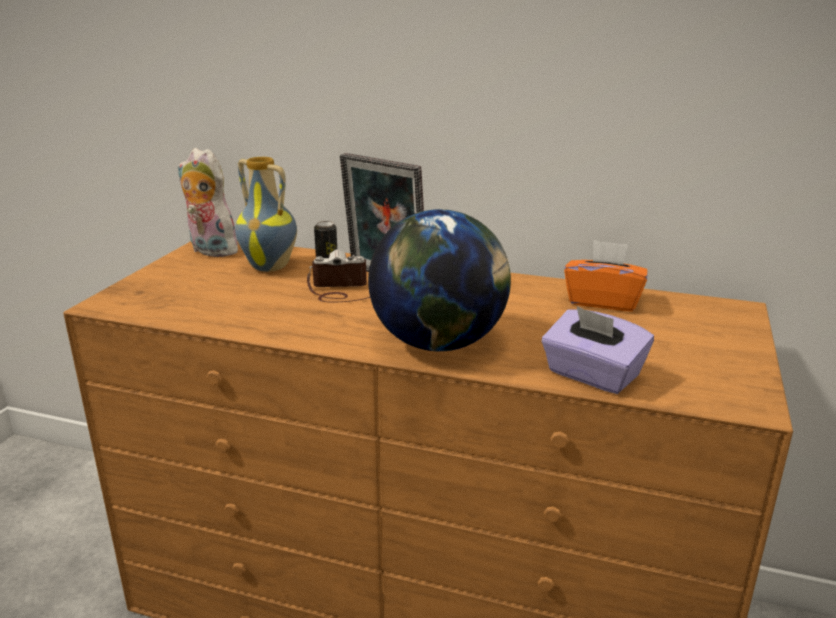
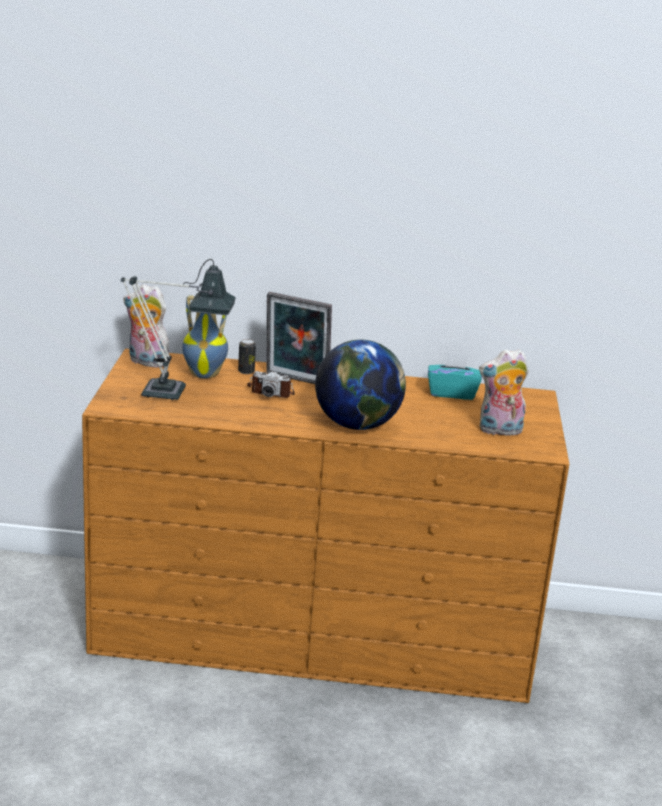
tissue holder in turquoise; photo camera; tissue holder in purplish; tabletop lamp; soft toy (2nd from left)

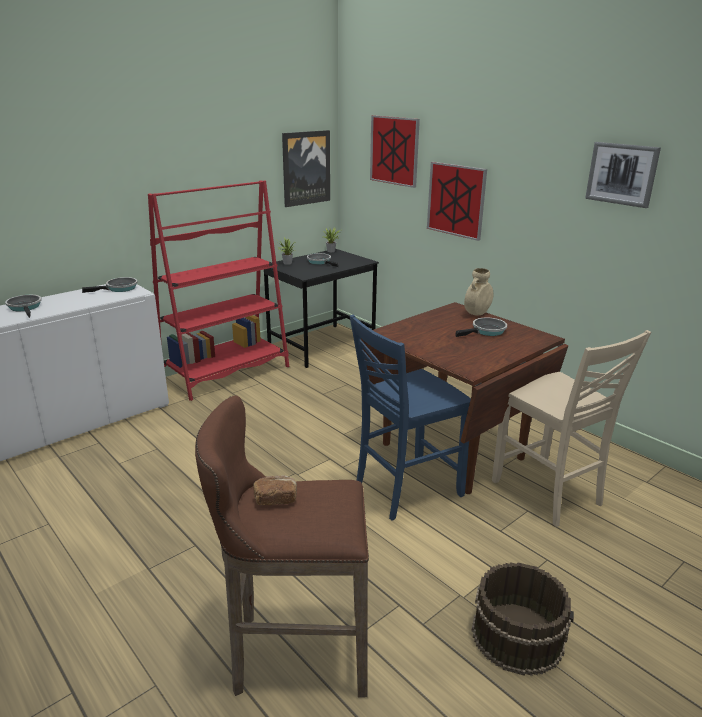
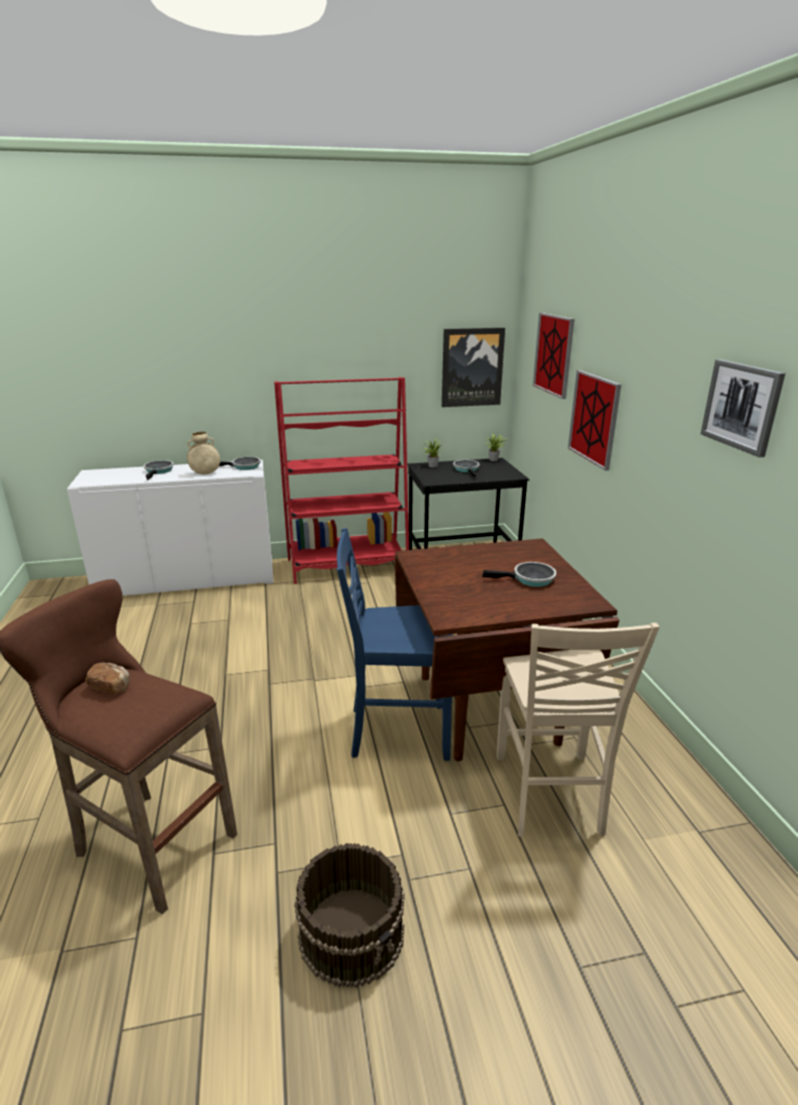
flower vase in beige

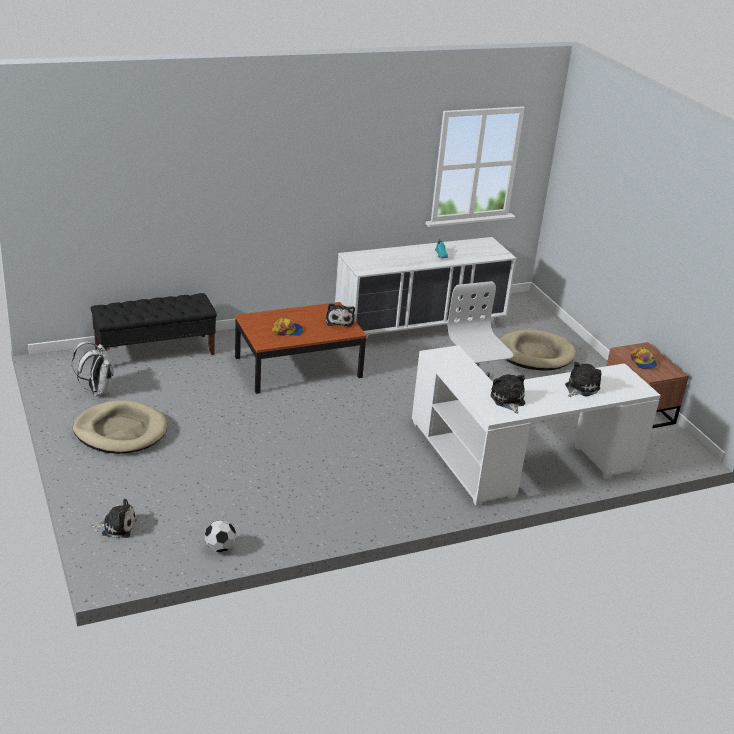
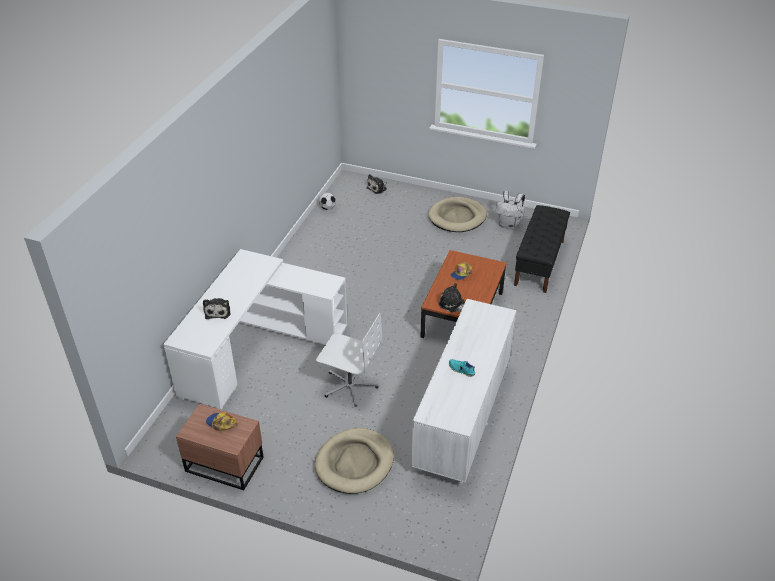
soft toy (3rd from left in the first image)

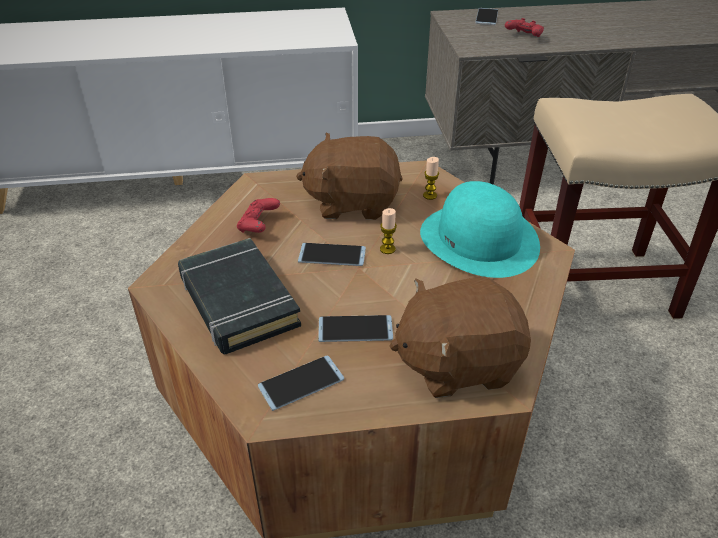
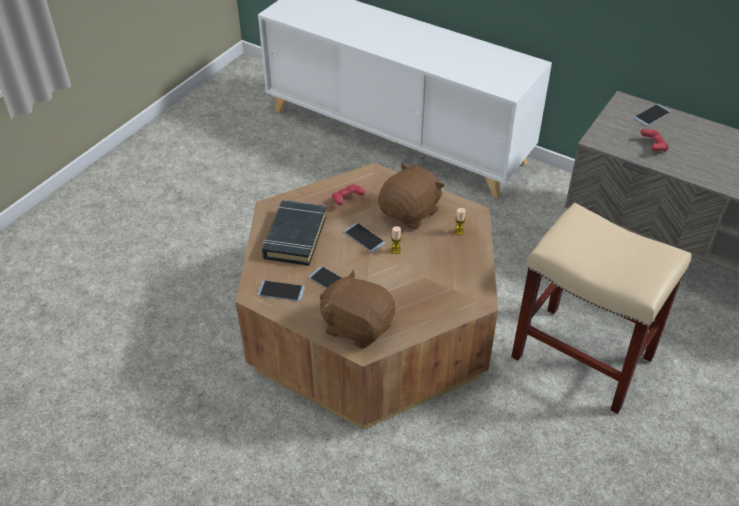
soft toy in brown (2nd from left); wearable hat in turquoise

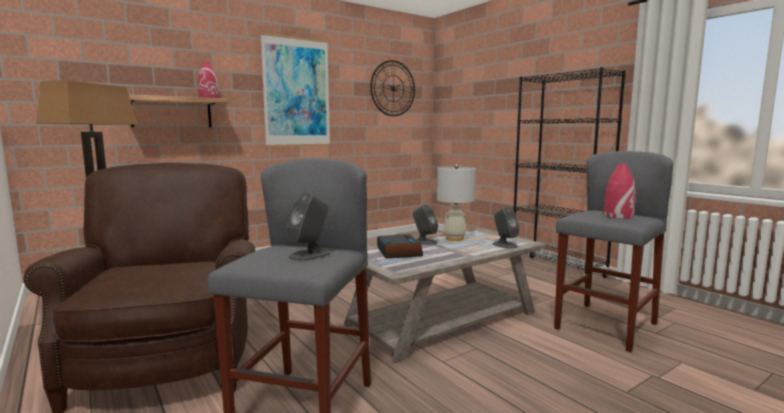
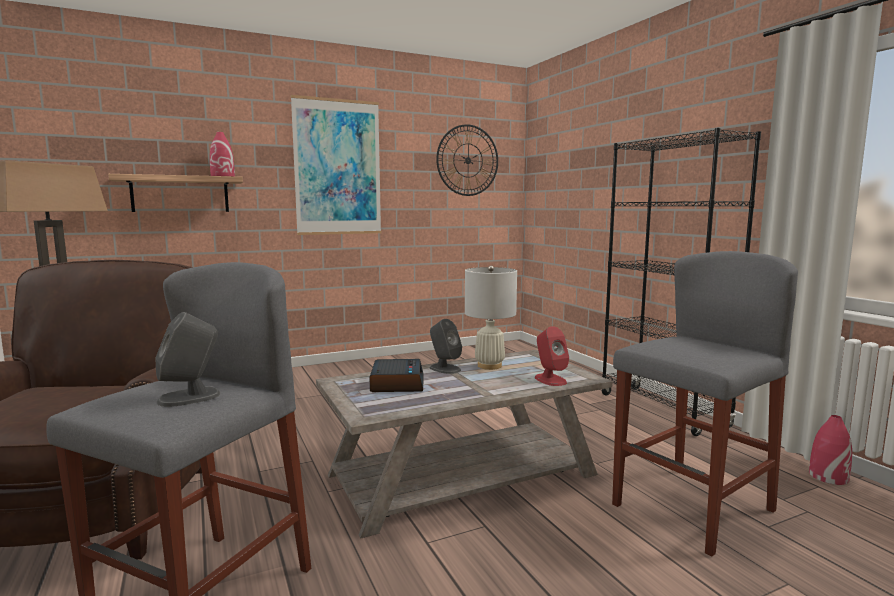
flower vase in red (2nd from left); loudspeaker in red

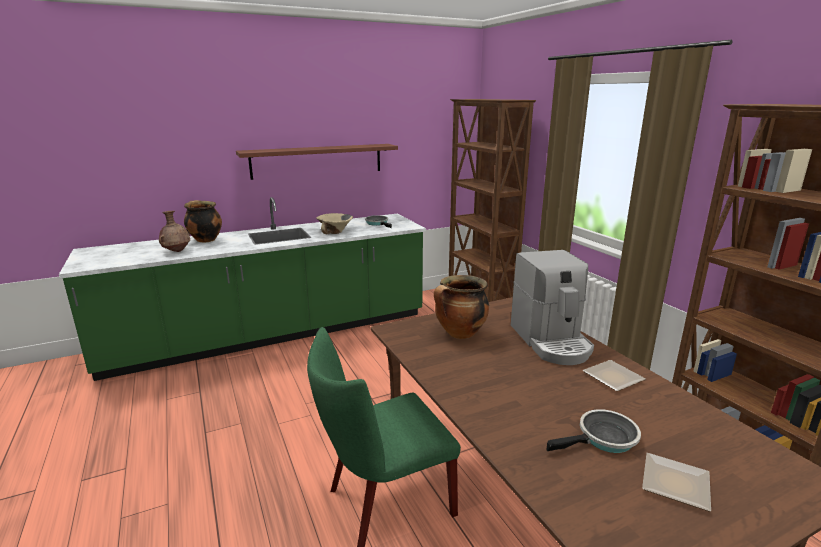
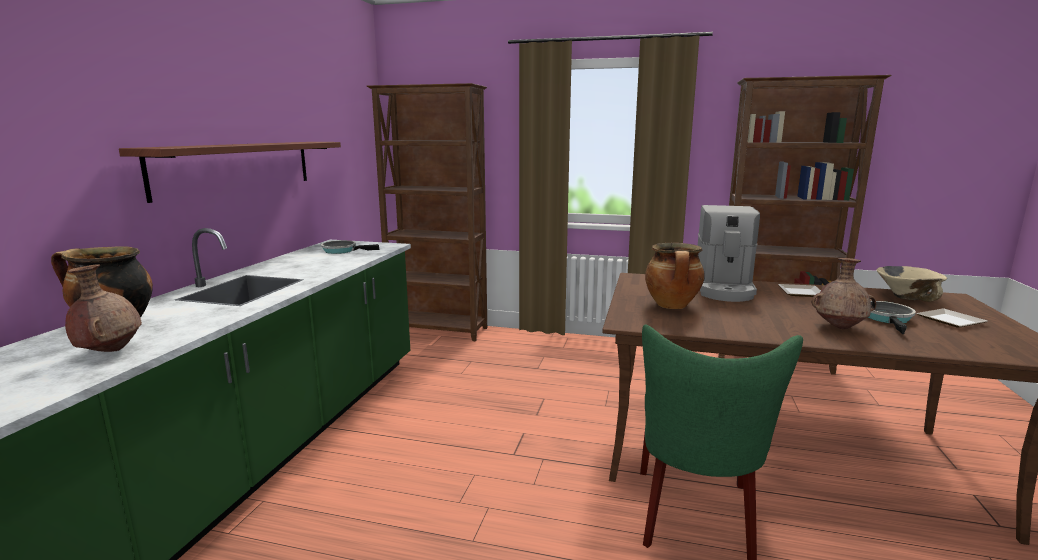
bowl in beige; coffee brewer; flower vase in brown (2nd from left)

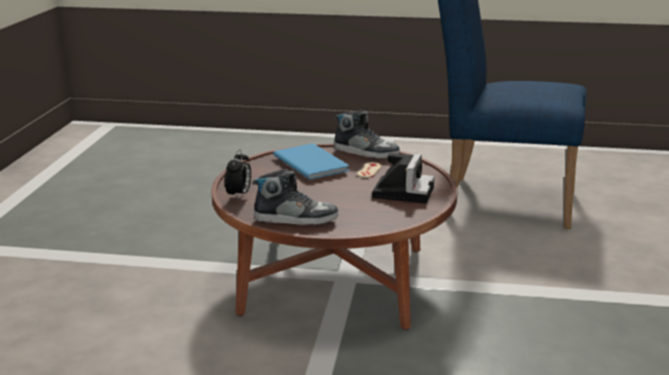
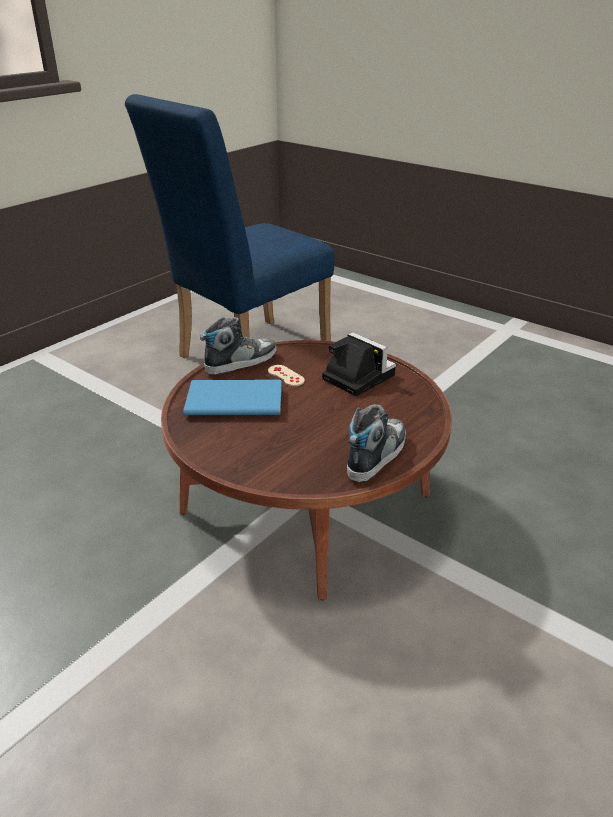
alarm clock

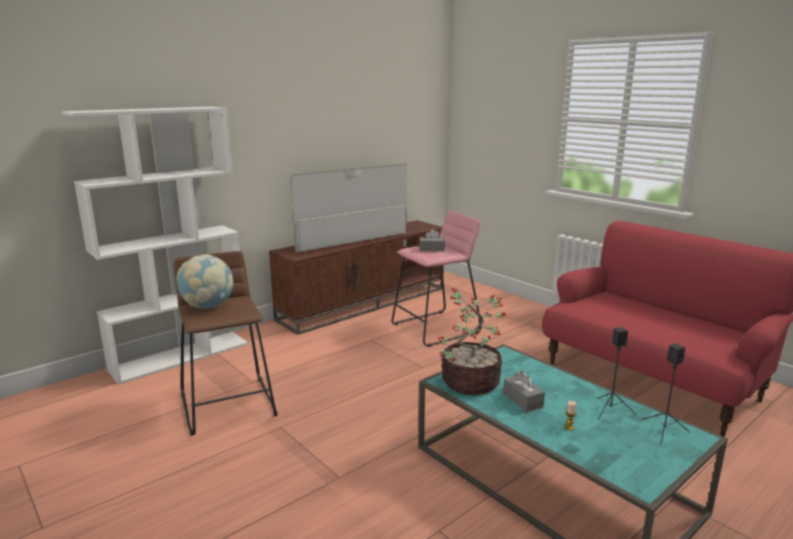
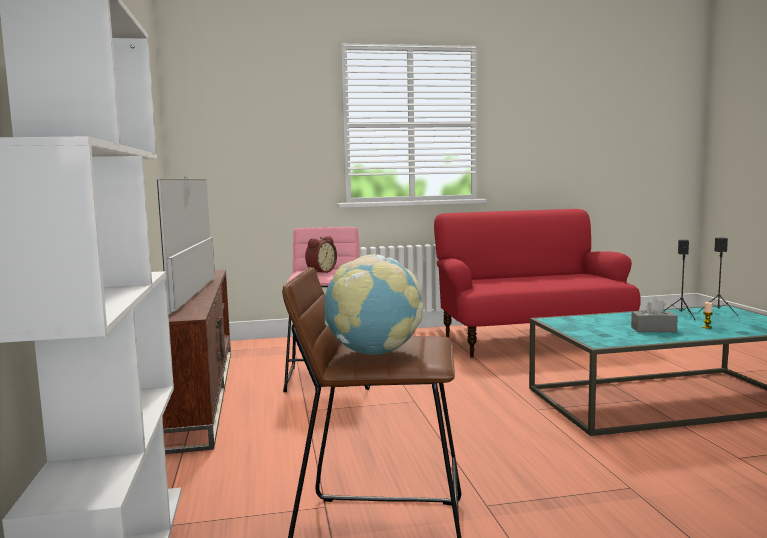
alarm clock; houseplant

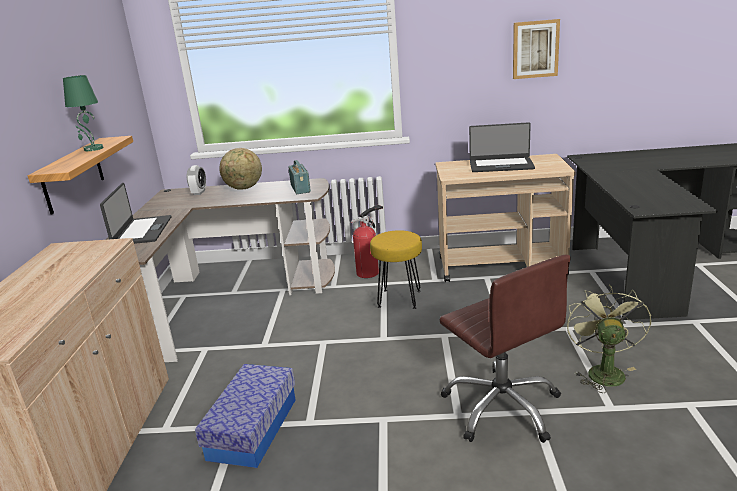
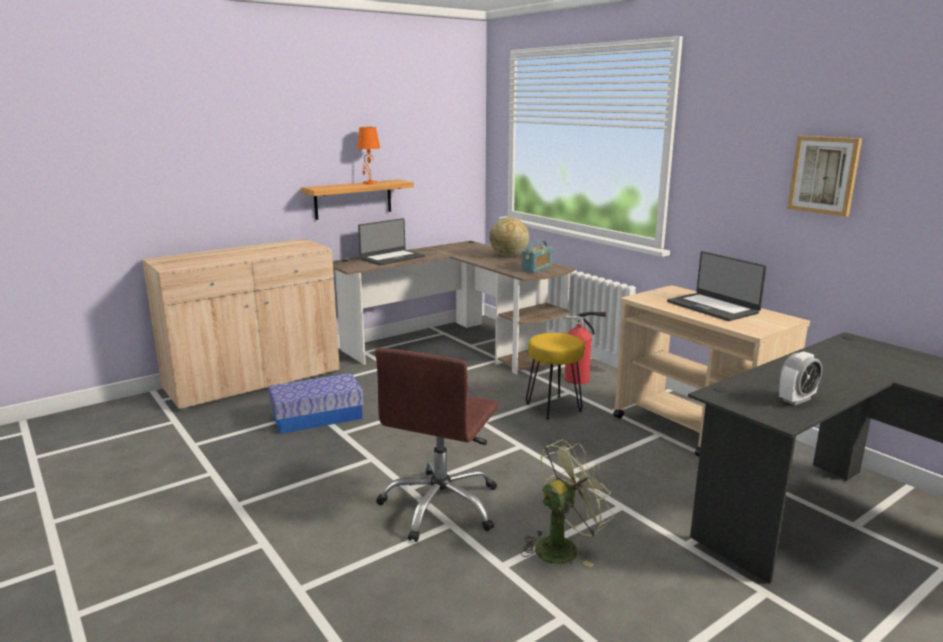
tabletop lamp in orange; alarm clock

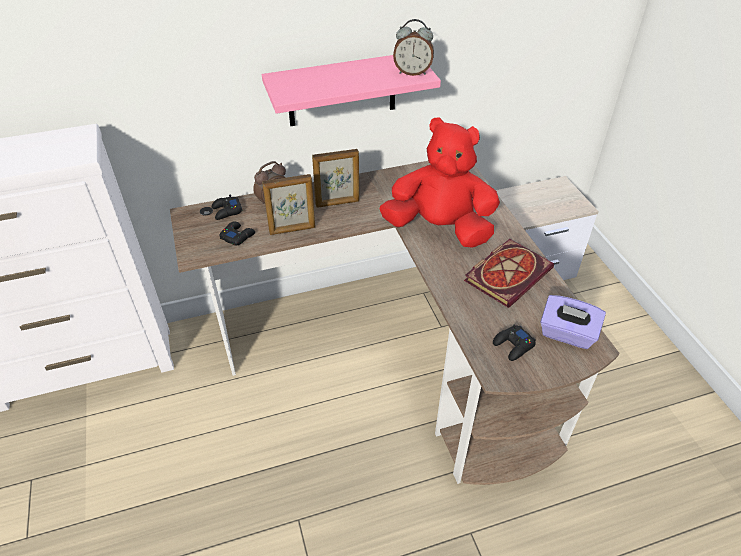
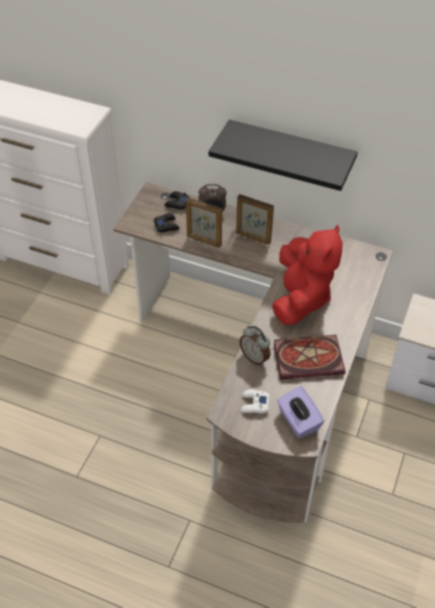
alarm clock (2nd from left); shelf in black-coloured; soft toy in red; game controller in white-coloured

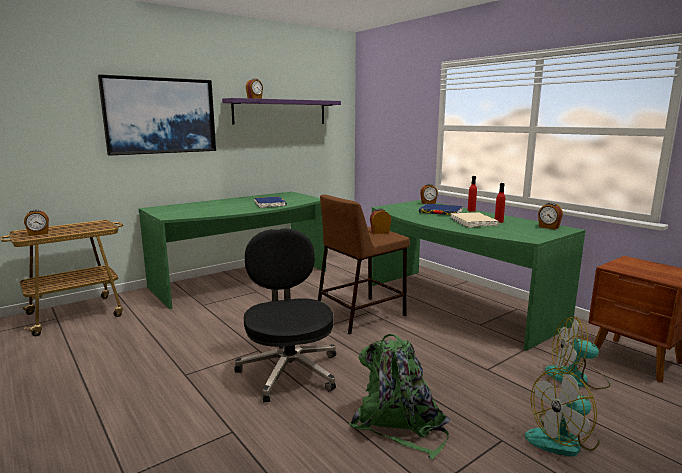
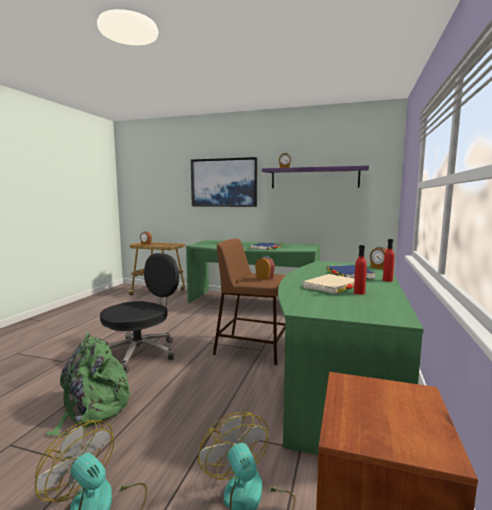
alarm clock (5th from left in the first image)

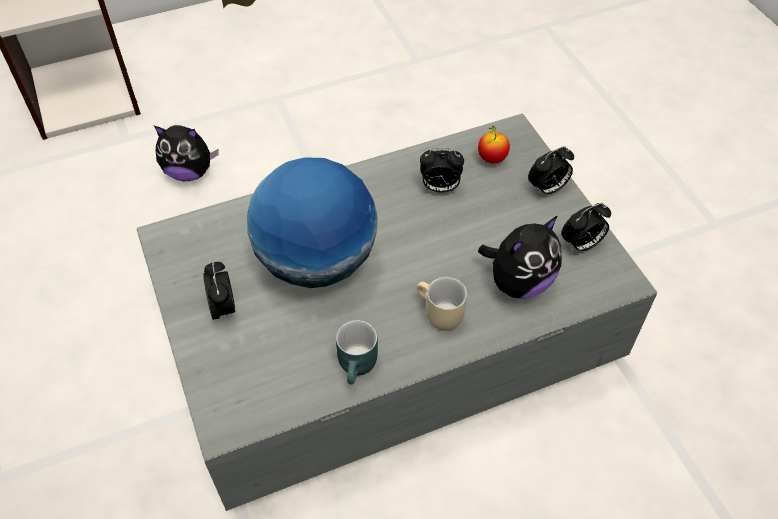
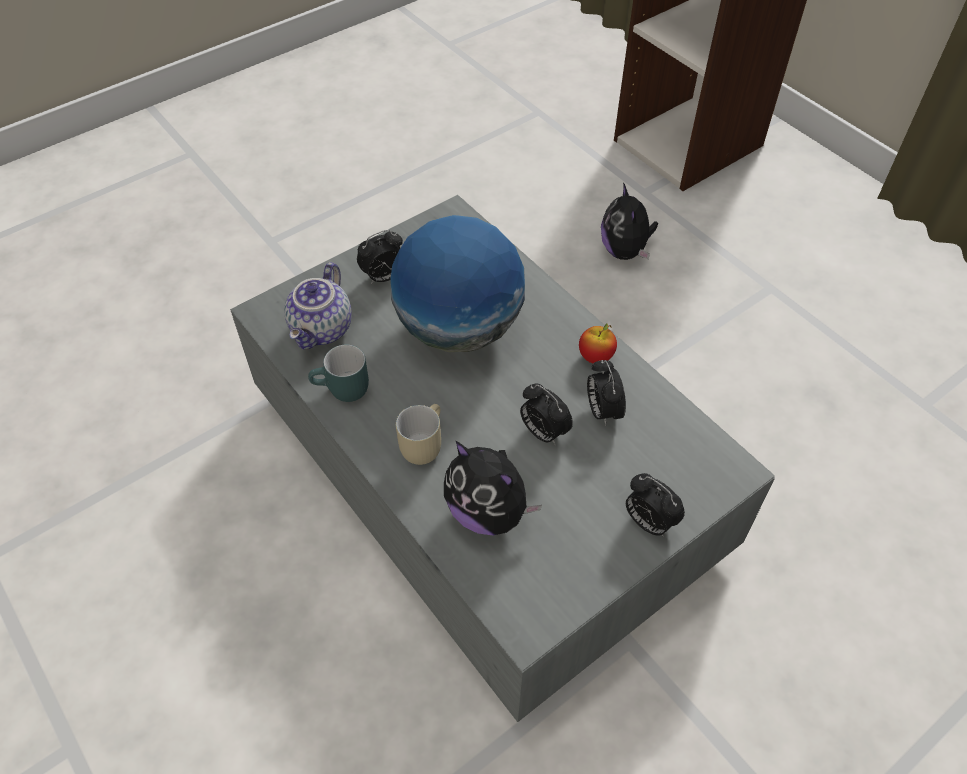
whole apple; alarm clock (2nd from left); pot for tea

